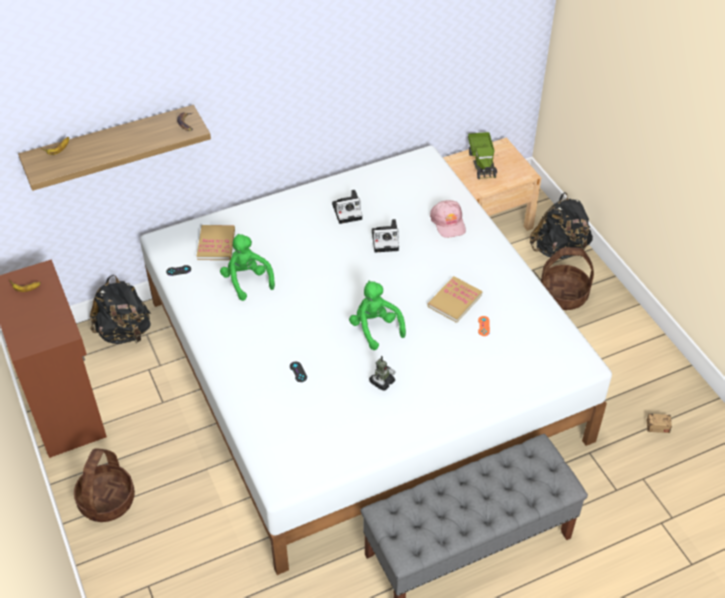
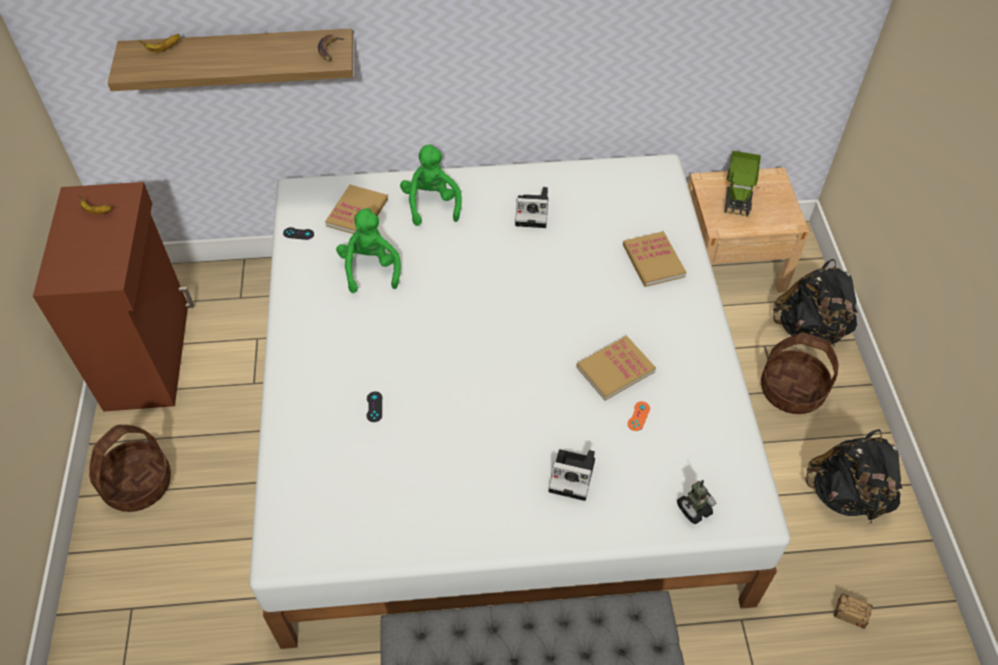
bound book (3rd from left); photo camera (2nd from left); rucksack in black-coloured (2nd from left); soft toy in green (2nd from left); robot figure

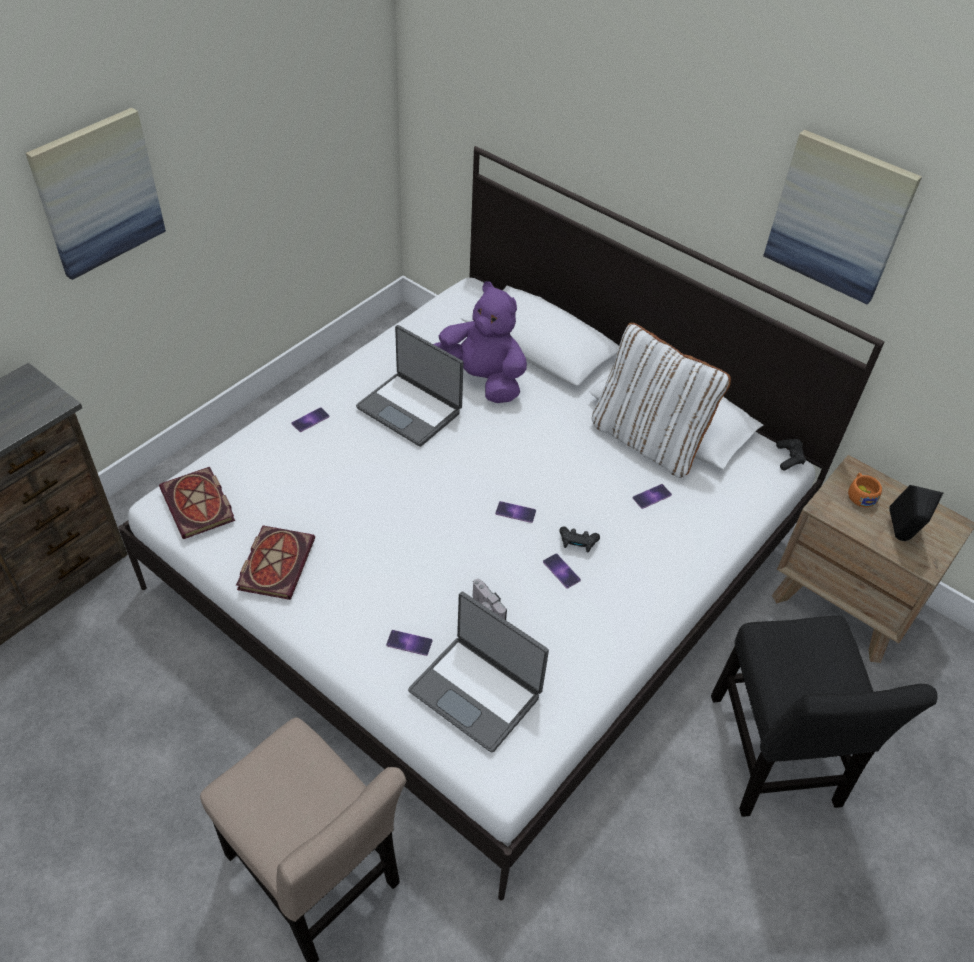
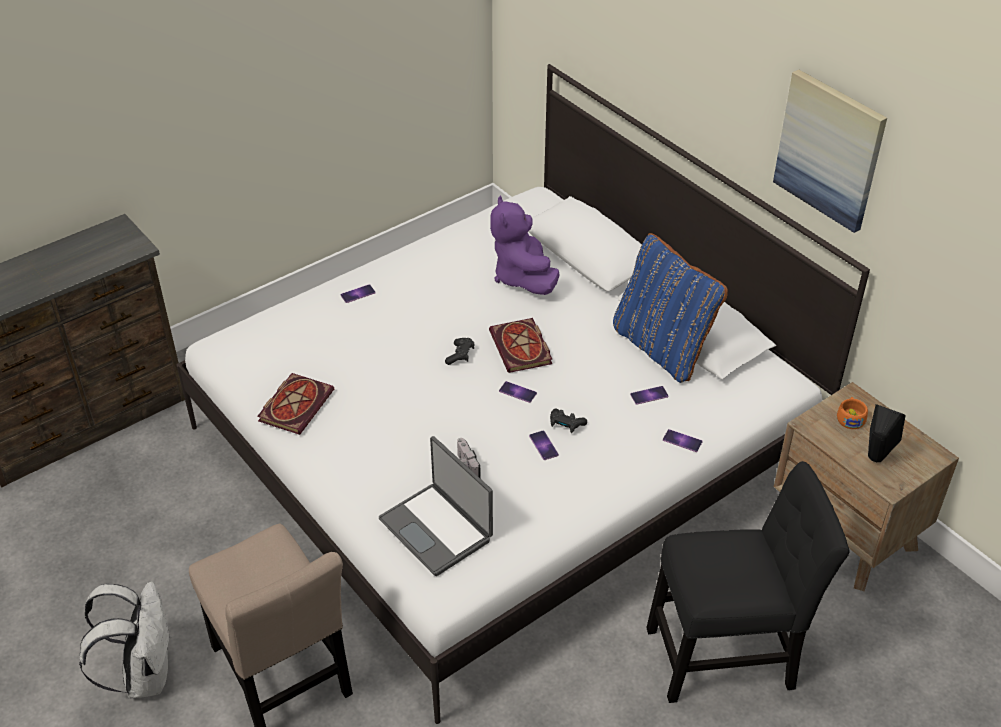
wall picture (1st from left in the first image); soft toy in purplish; cushion in bluish; portable computer (1st from left in the first image); game controller in black-coloured (1st from left); bound book (2nd from left); chair in black-coloured; telephone (5th from left); rucksack in white-coloured

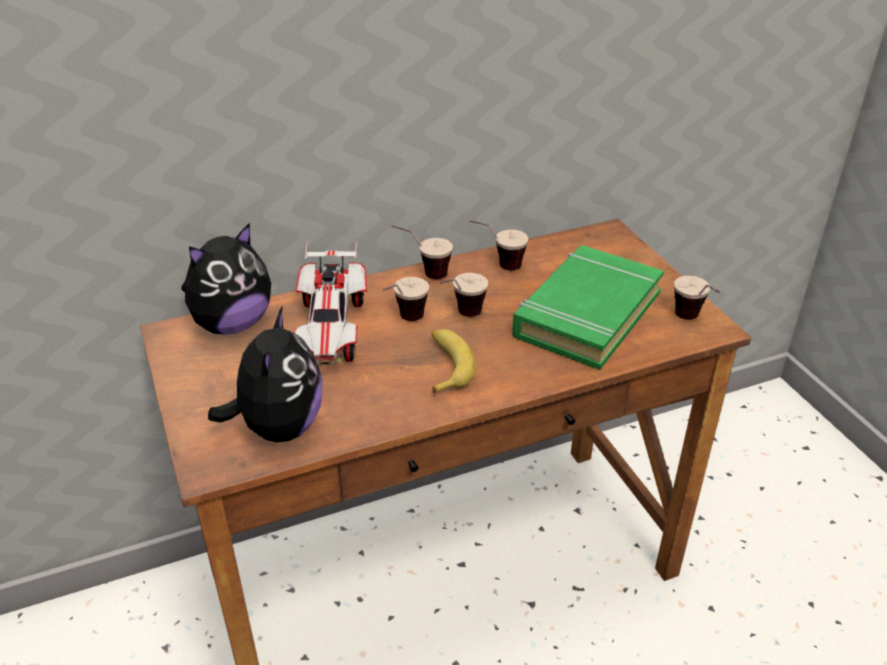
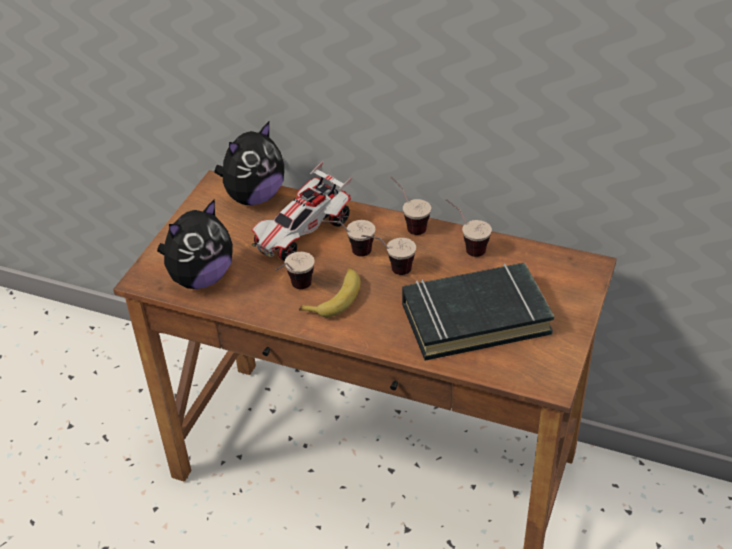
soft toy (2nd from left); bound book in black-coloured; small cup (1st from left)

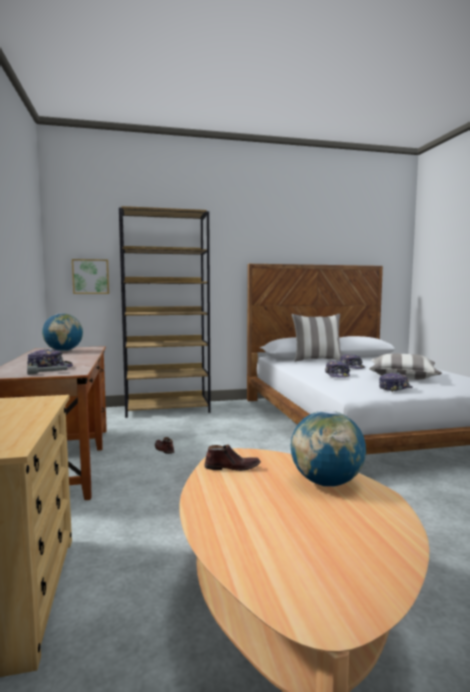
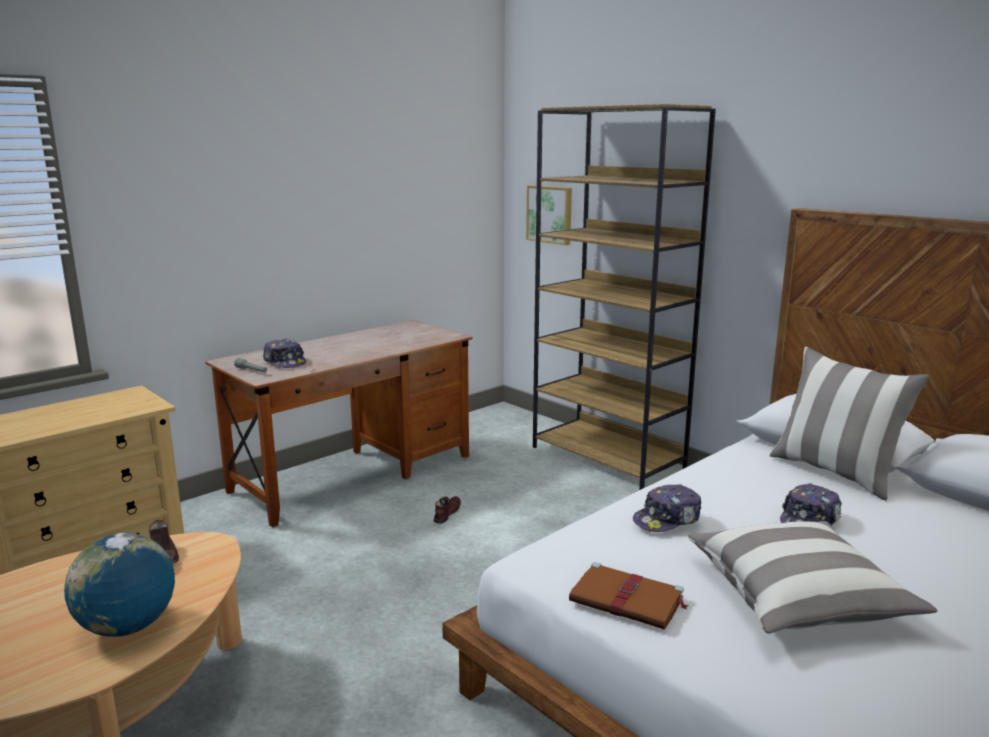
globe (1st from left in the first image); bound book in brown

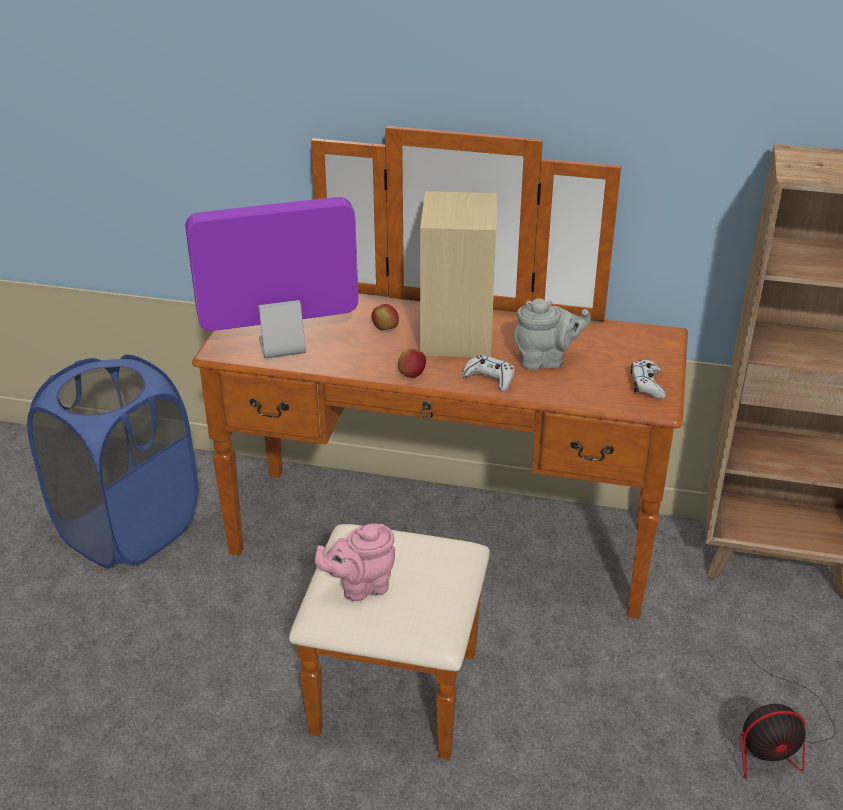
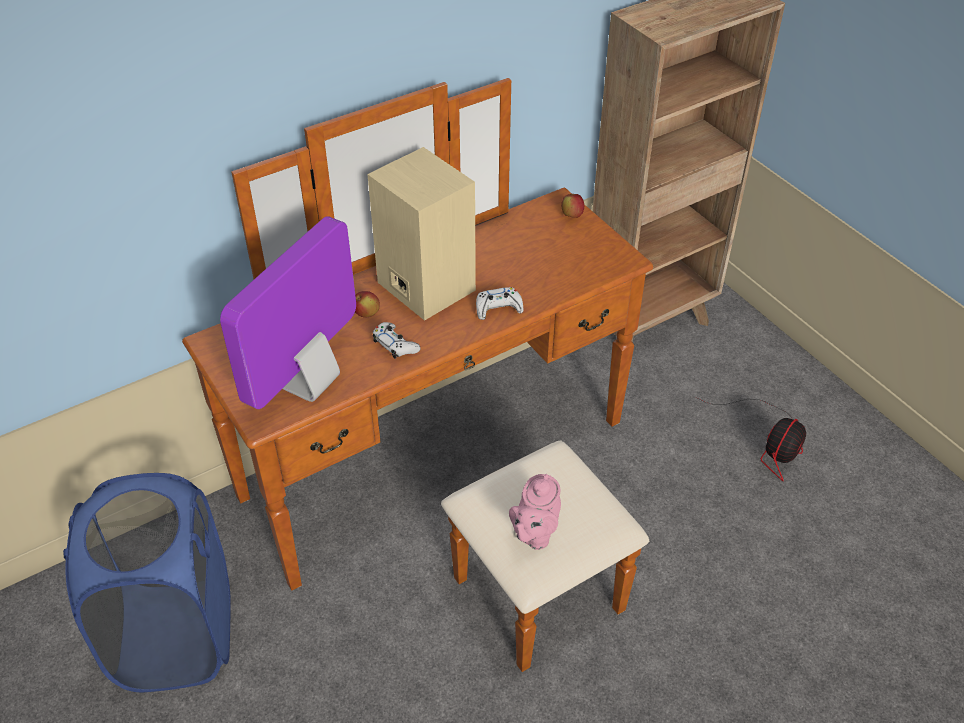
pot for tea in grey; whole apple (2nd from left); game controller in white-coloured (1st from left)

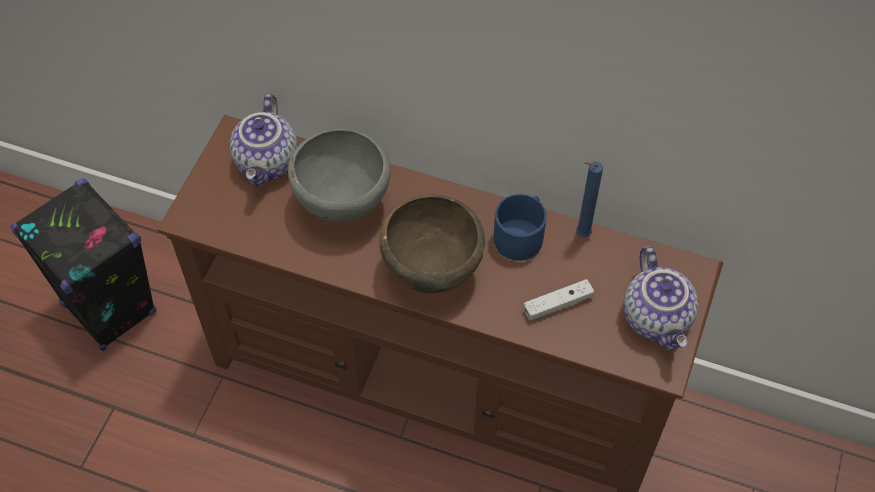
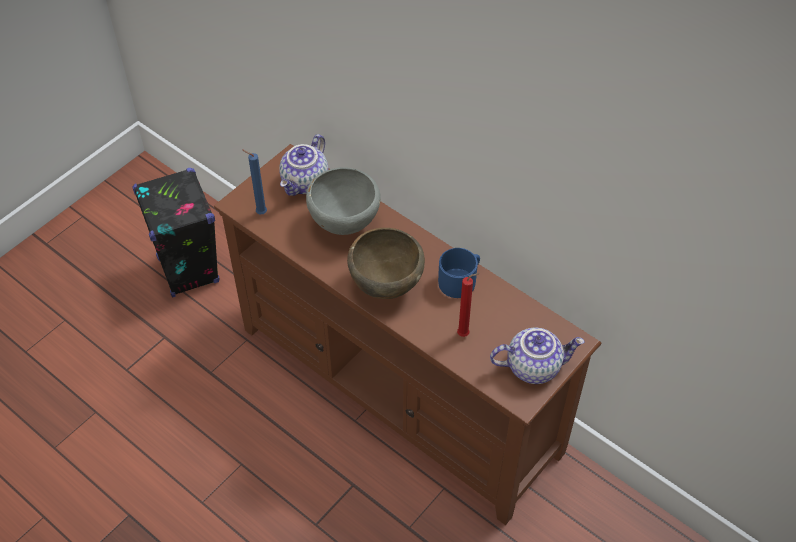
wax light in bluish; pot for tea (2nd from left); wax light in red

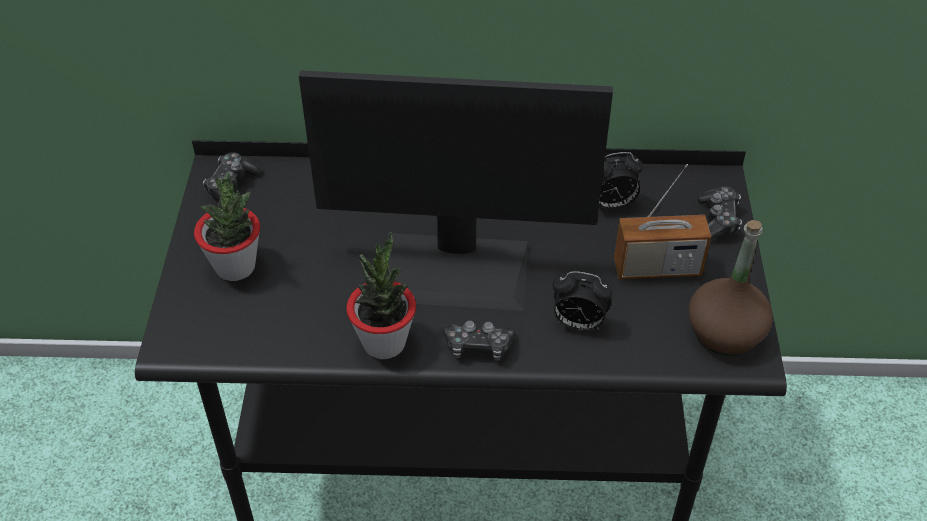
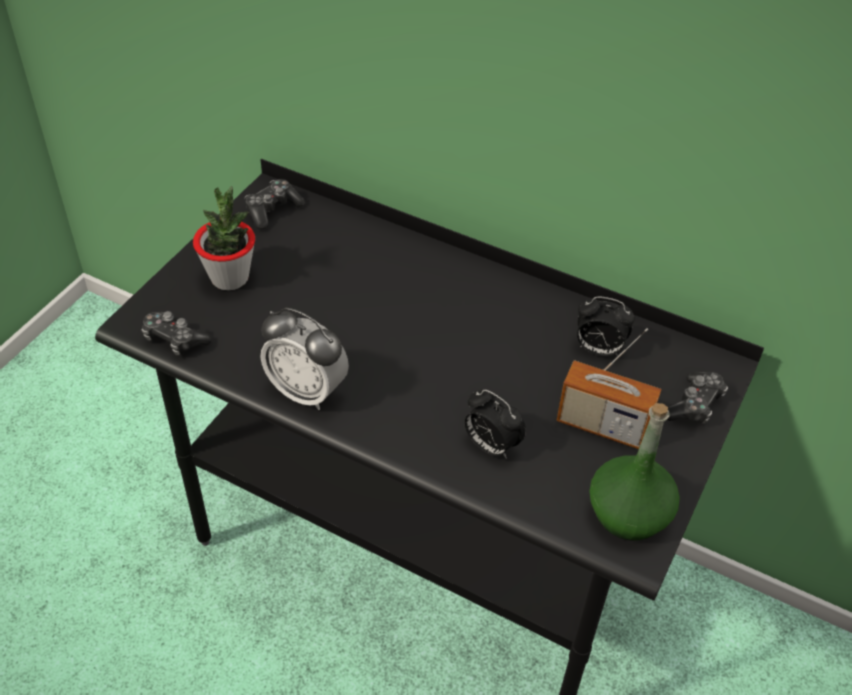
computer display; drink bottle in green; alarm clock (1st from left); game controller (1st from left)

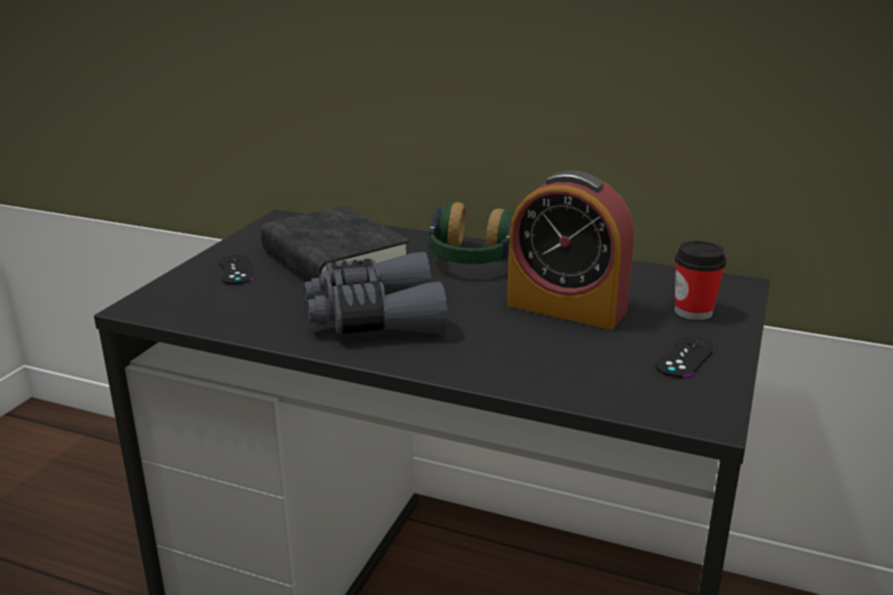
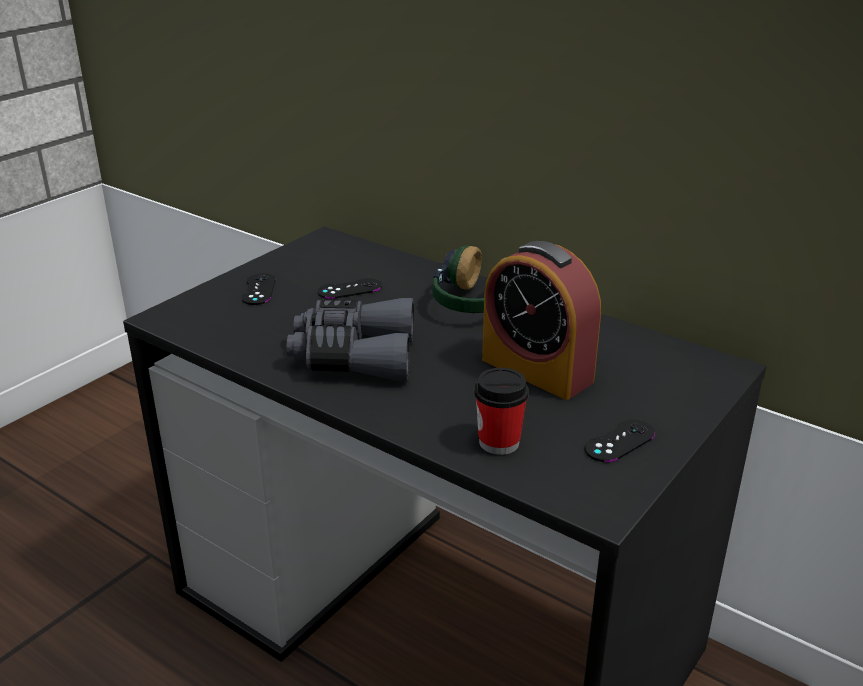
game controller in black-coloured (2nd from left); small cup

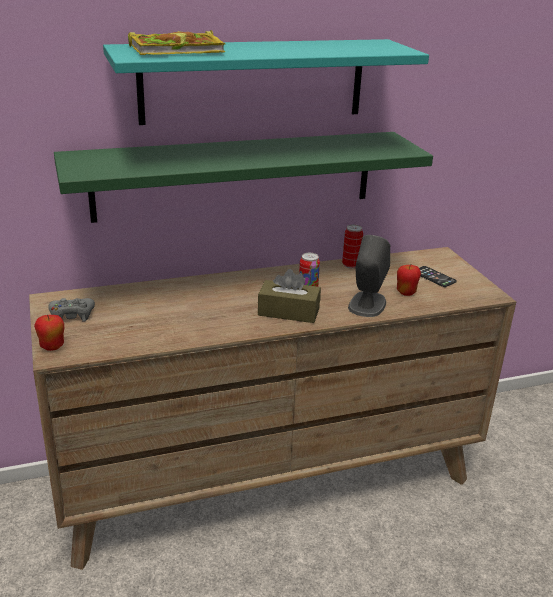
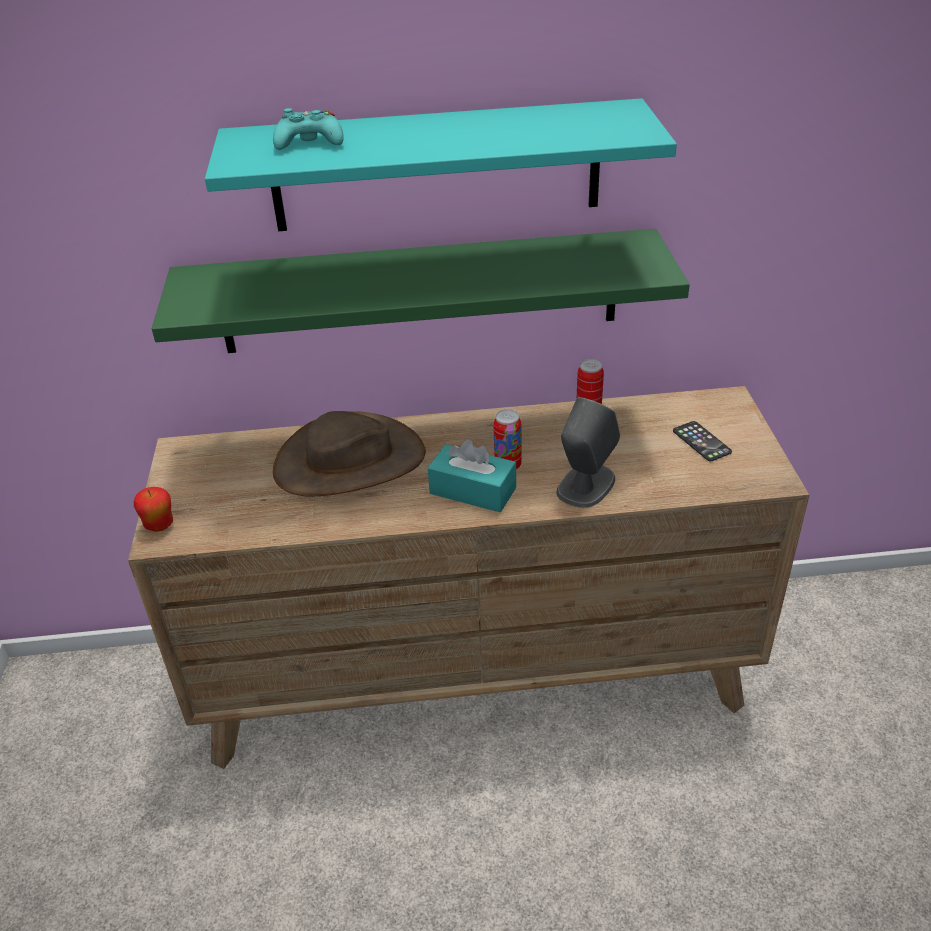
game controller in turquoise; whole apple (2nd from left in the first image); tissue holder in turquoise; game controller in grey; wearable hat in brown

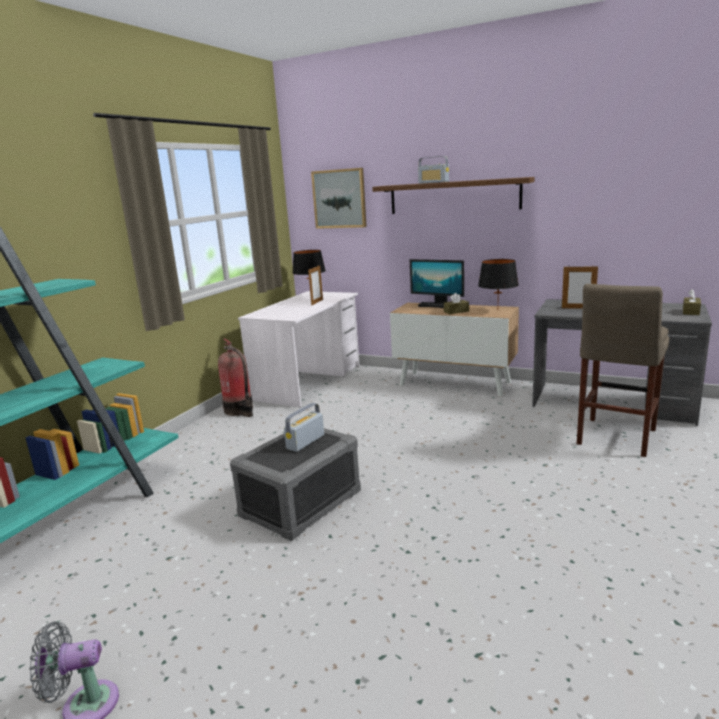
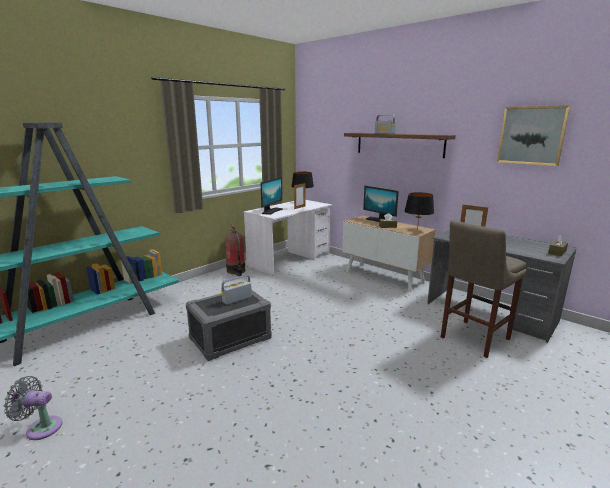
wall picture; computer display (1st from left)

